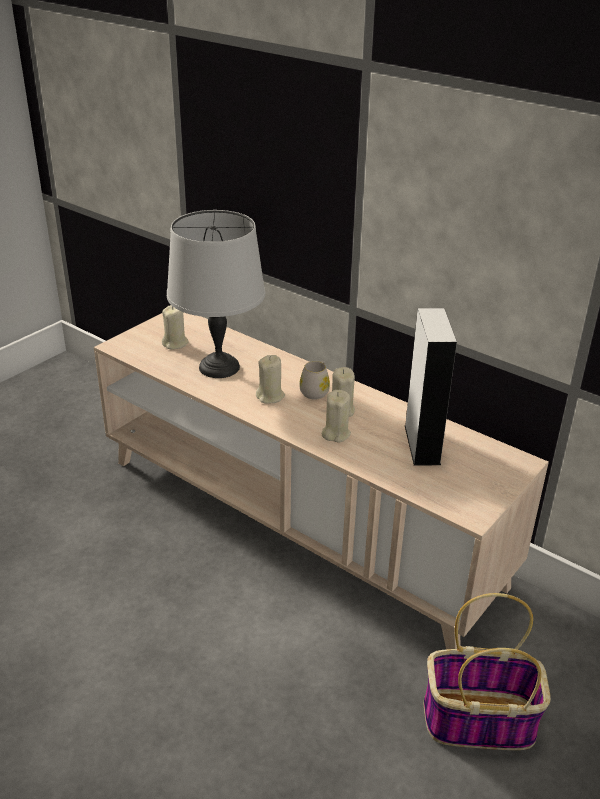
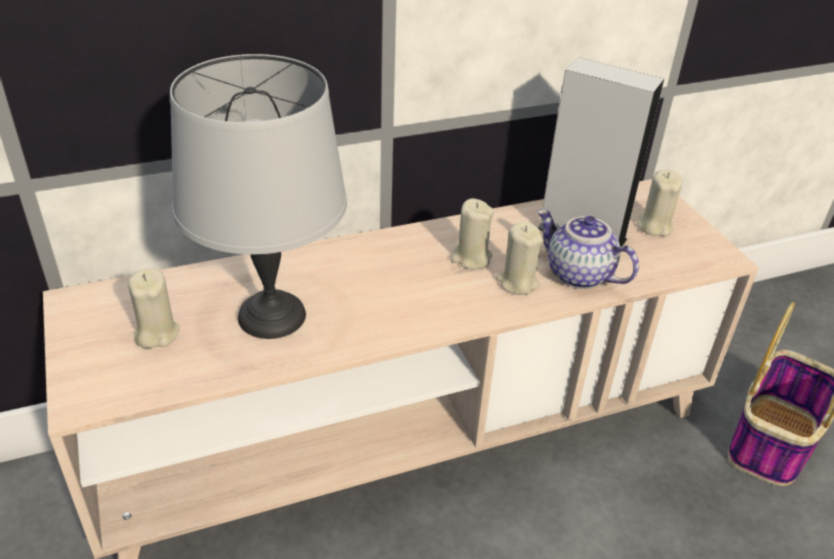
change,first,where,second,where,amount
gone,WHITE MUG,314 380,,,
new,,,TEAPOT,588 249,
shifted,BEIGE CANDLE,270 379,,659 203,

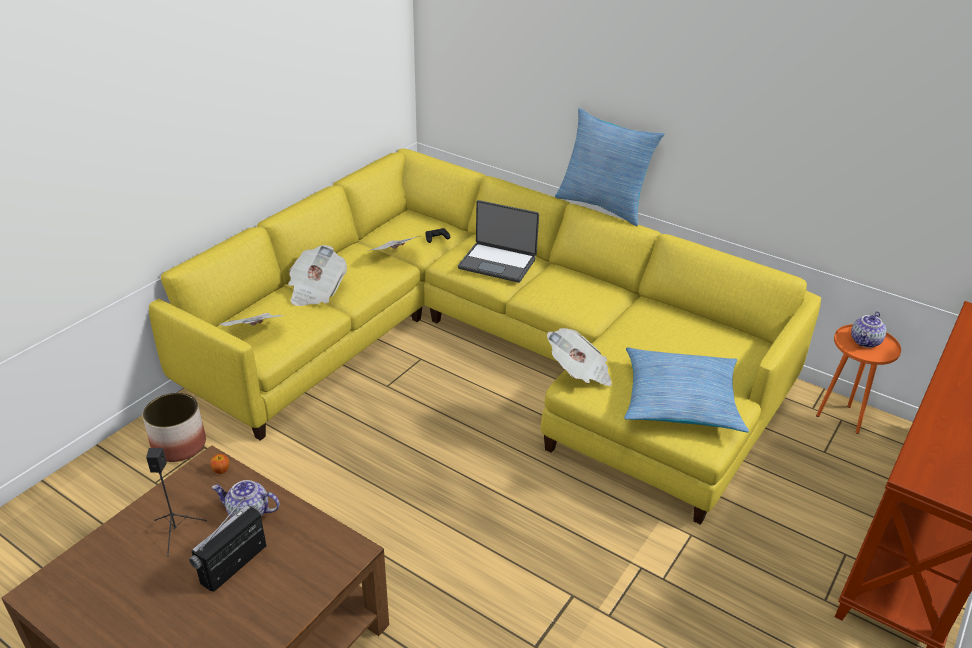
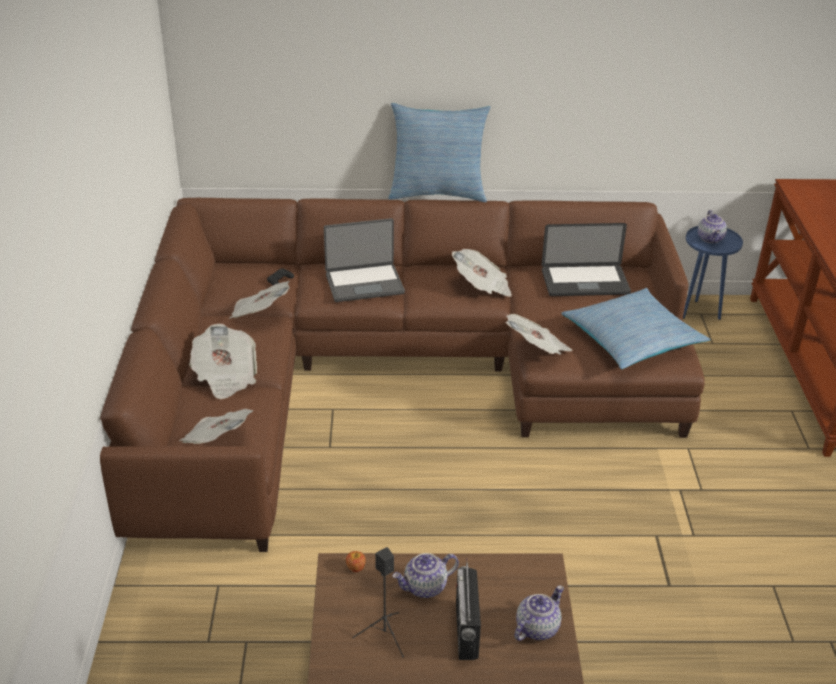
change,first,where,second,where,amount
gone,PLANTER,174 427,,,
new,,,NEWSPAPER,482 273,
new,,,TEAPOT,539 613,
new,,,LAPTOP,586 259,
repainted,YELLOW SOFA,485 337,BROWN SOFA,402 375,
repainted,ORANGE SIDE TABLE,858 379,BLUE SIDE TABLE,713 273,

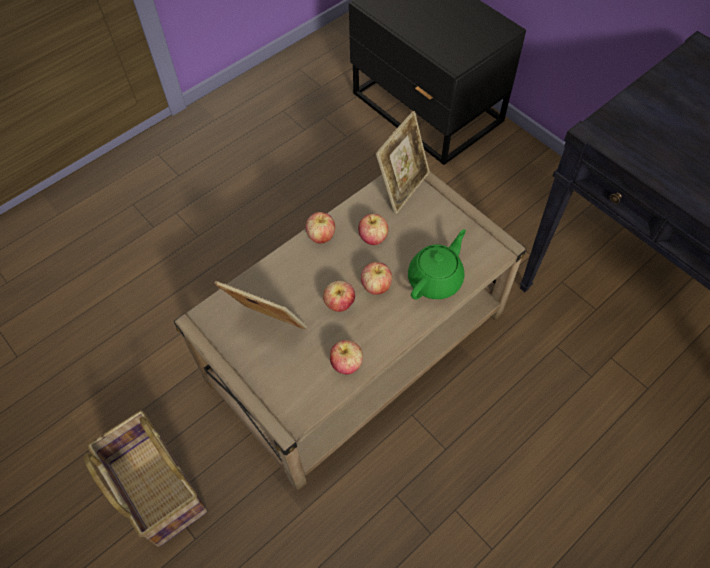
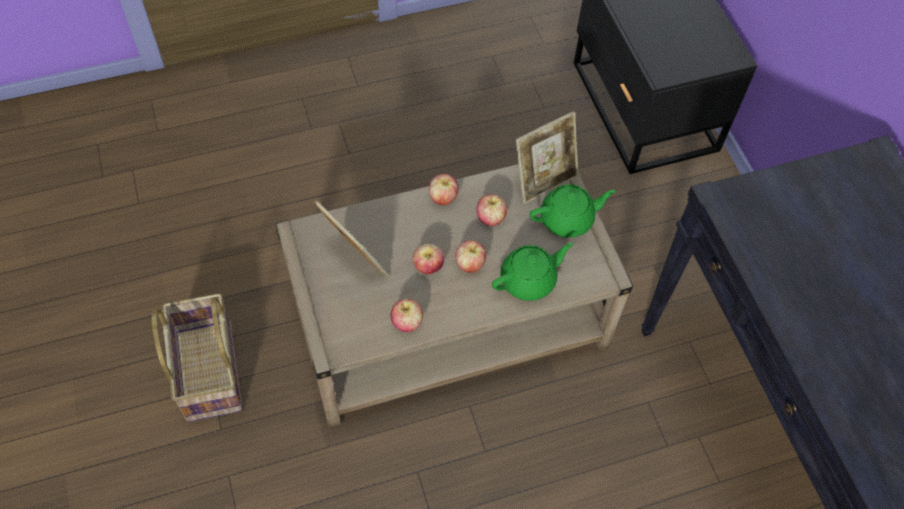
change,first,where,second,where,amount
new,,,GREEN TEAPOT,573 211,

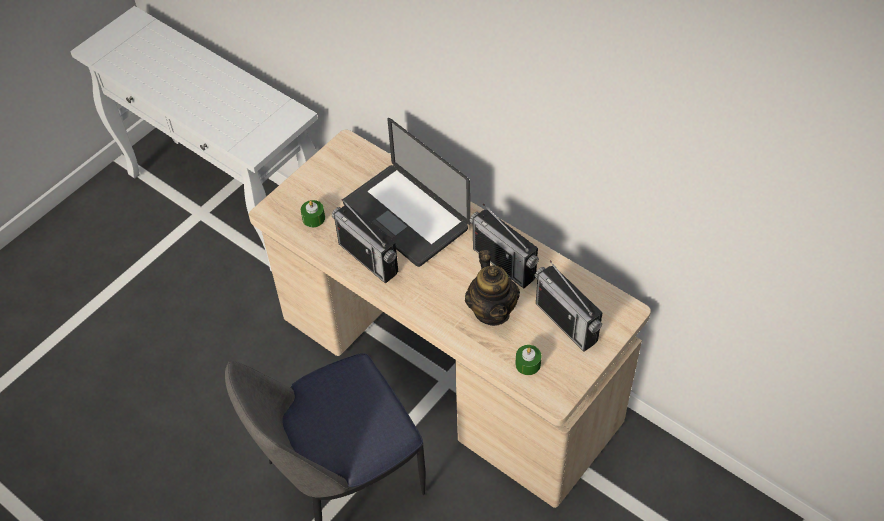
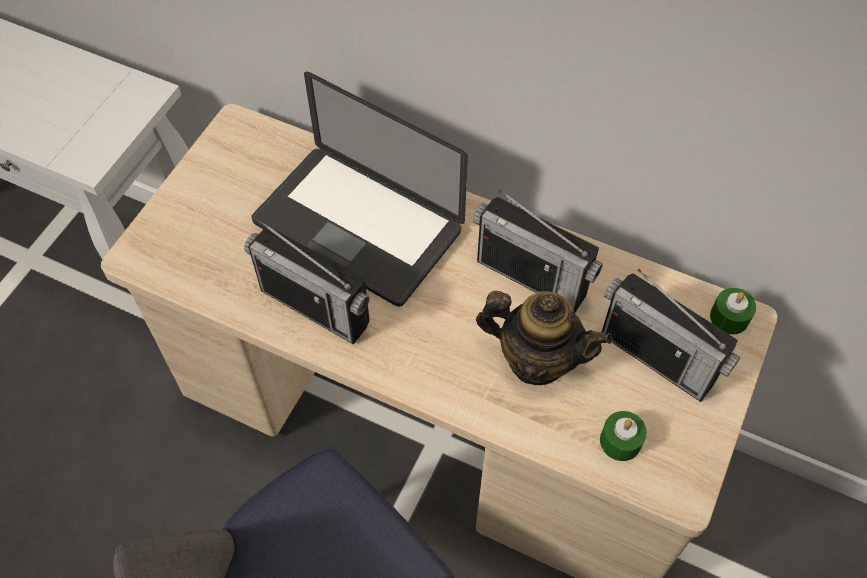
change,first,where,second,where,amount
shifted,GREEN CANDLE,313 213,,733 311,
rotated,TEAPOT,492 288,,544 338,45 degrees counterclockwise

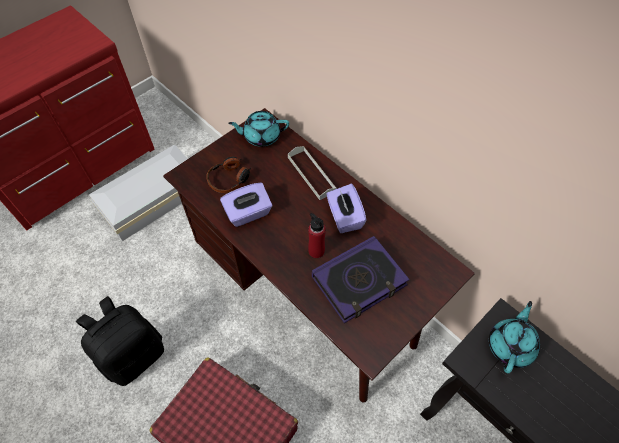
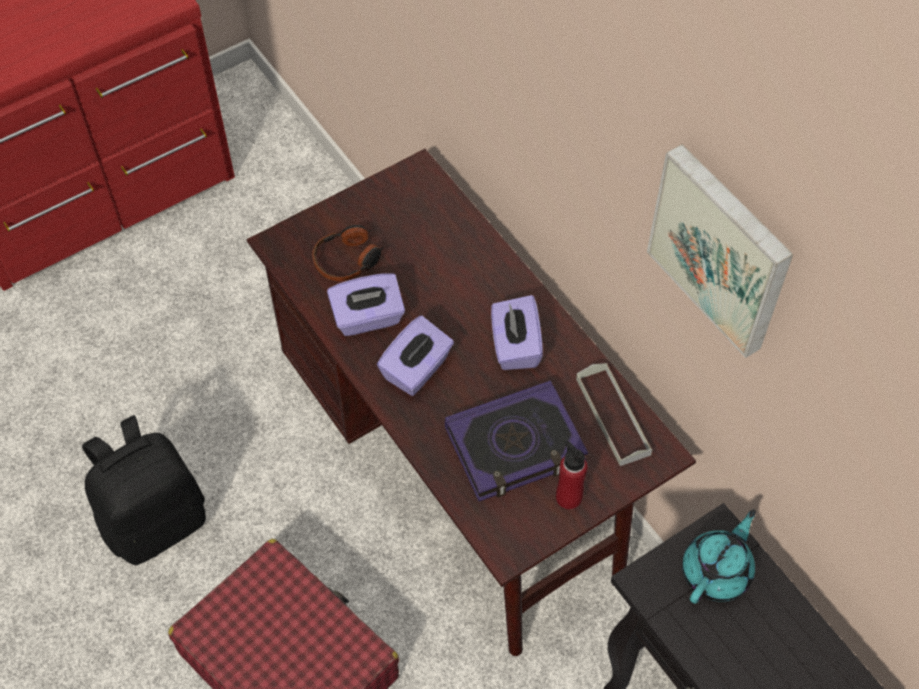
change,first,where,second,where,amount
gone,WHITE STORAGE BOX,138 193,,,
gone,TURQUOISE TEAPOT,258 129,,,
new,,,PURPLE TISSUE BOX,415 356,
new,,,PICTURE,720 251,
shifted,GREY TRAY,312 173,,614 414,
shifted,RED BOTTLE,317 235,,572 475,

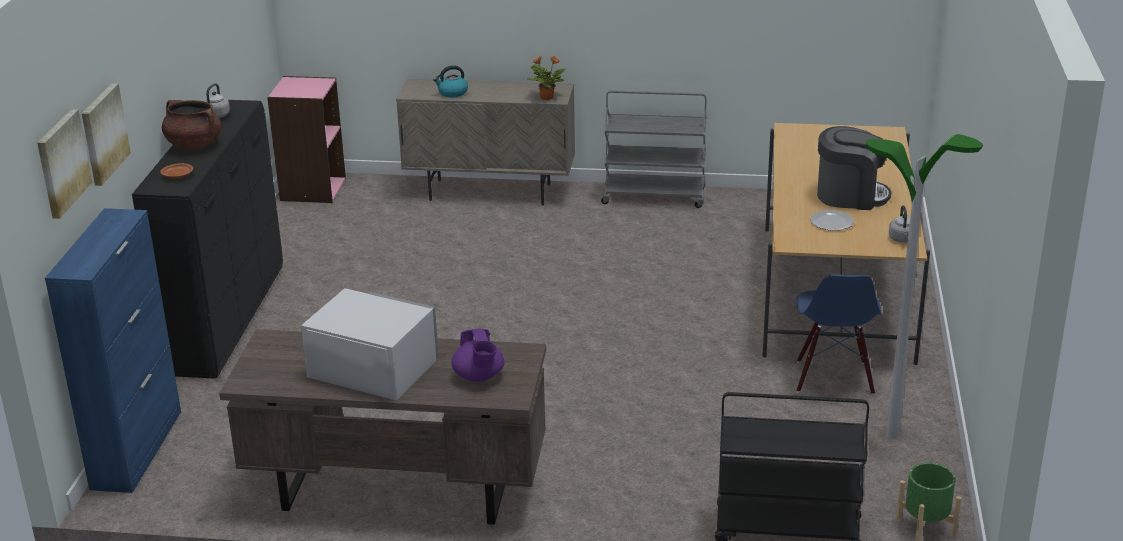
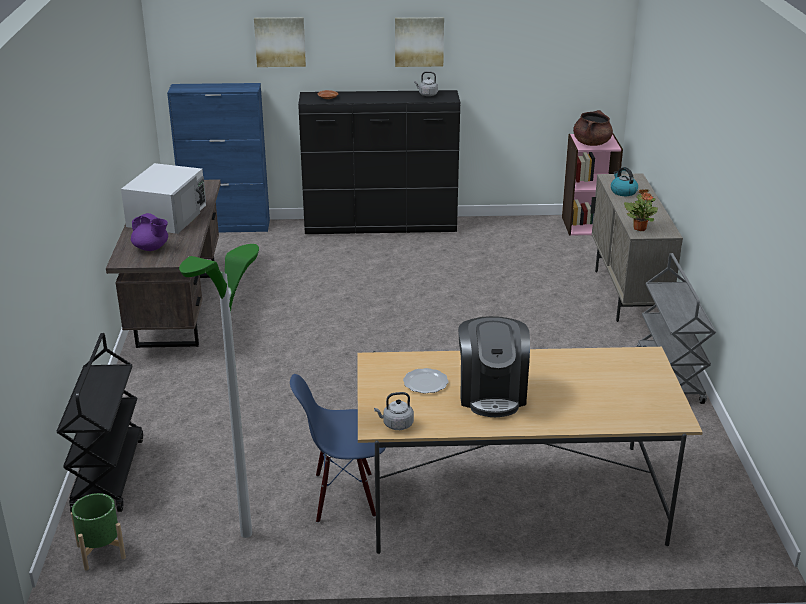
change,first,where,second,where,amount
shifted,PICTURE,64 164,,419 42,
shifted,BROWN COOKING POT,192 124,,593 128,
rotated,PURPLE TEAPOT,477 355,,149 232,120 degrees counterclockwise

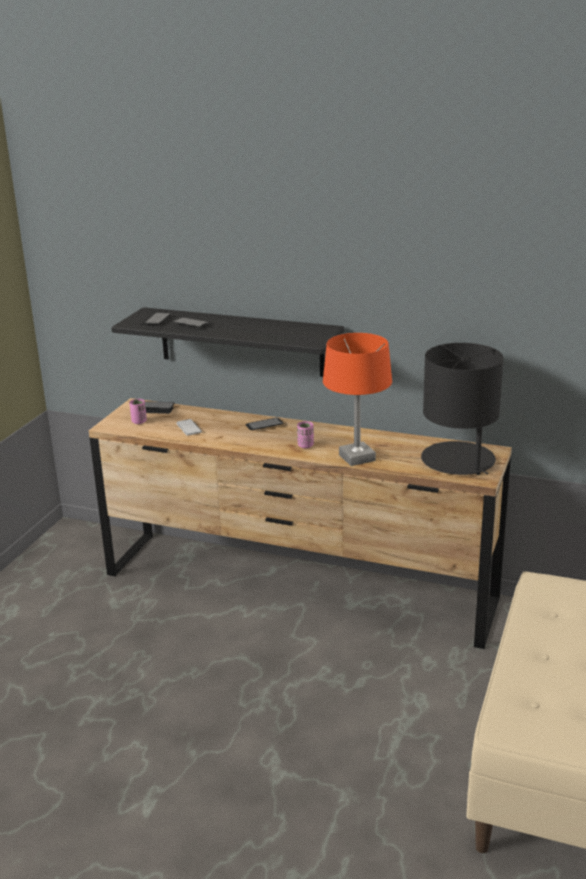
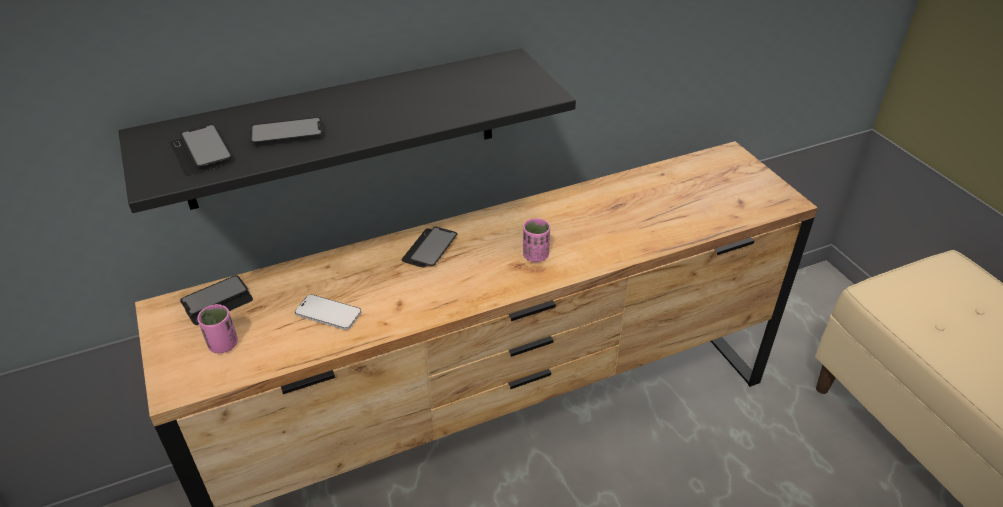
change,first,where,second,where,amount
gone,ORANGE TABLE LAMP,357 399,,,
gone,BLACK TABLE LAMP,462 409,,,

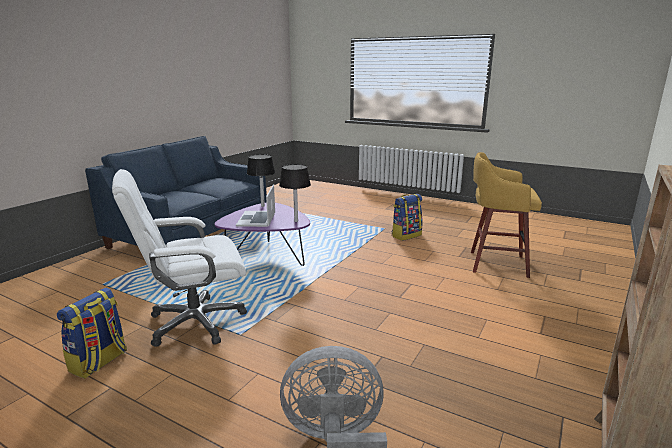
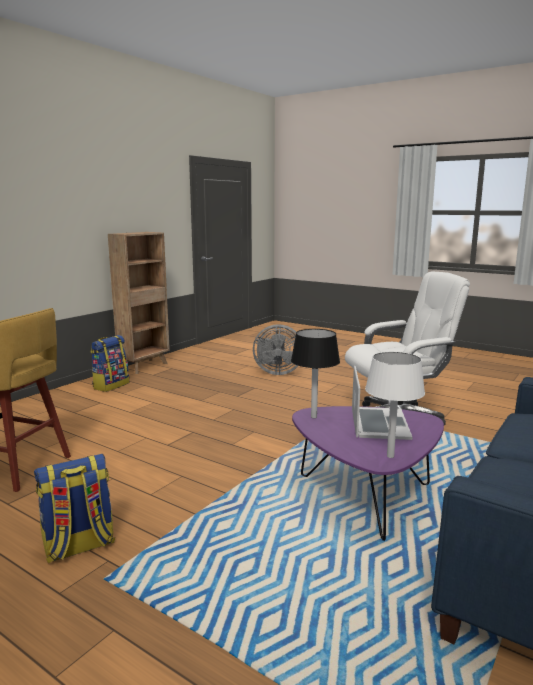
change,first,where,second,where,amount
shifted,BACKPACK,92 333,,109 363,
repainted,BLACK TABLE LAMP,261 181,WHITE TABLE LAMP,395 405,

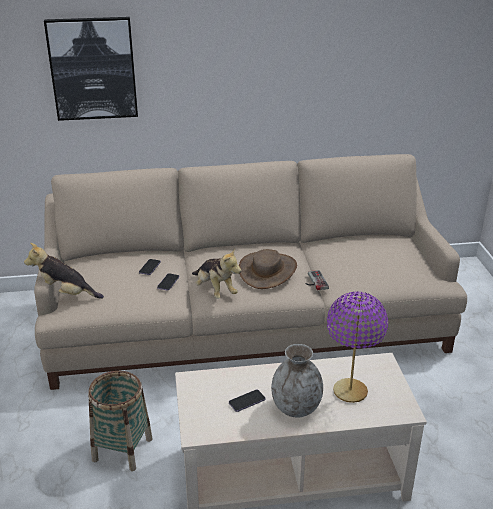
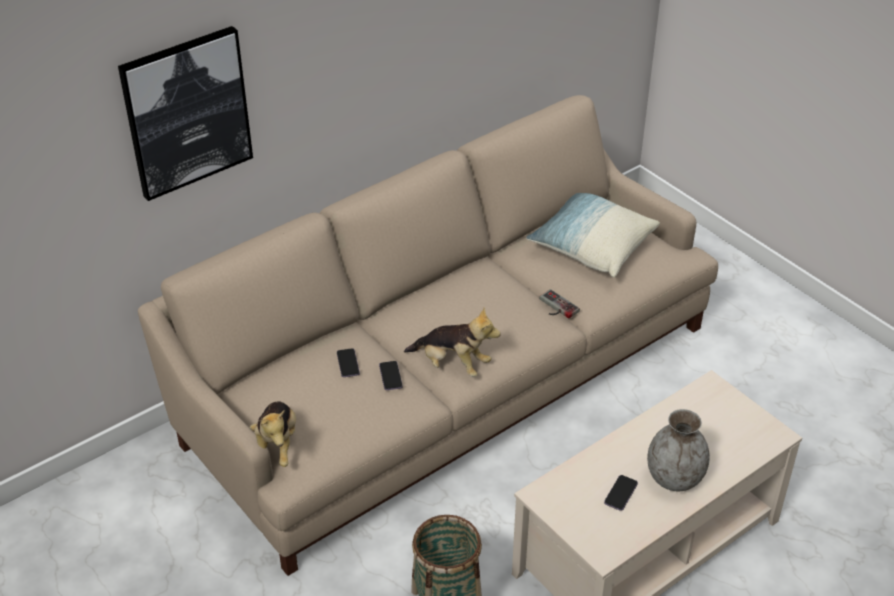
change,first,where,second,where,amount
gone,BROWN HAT,268 269,,,
gone,PURPLE TABLE LAMP,357 347,,,
new,,,PILLOW,593 235,
rotated,PLUSH TOY,64 271,,273 434,75 degrees counterclockwise

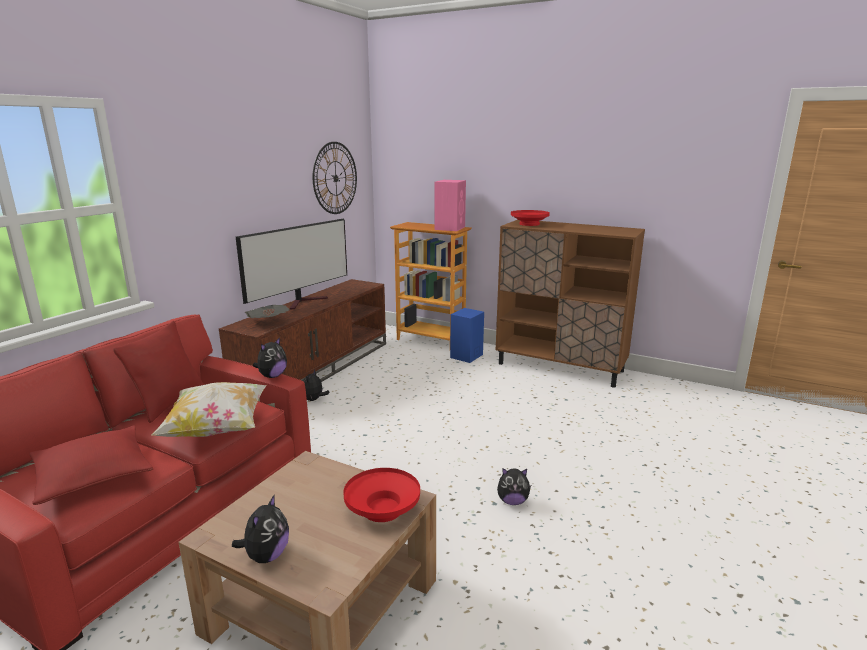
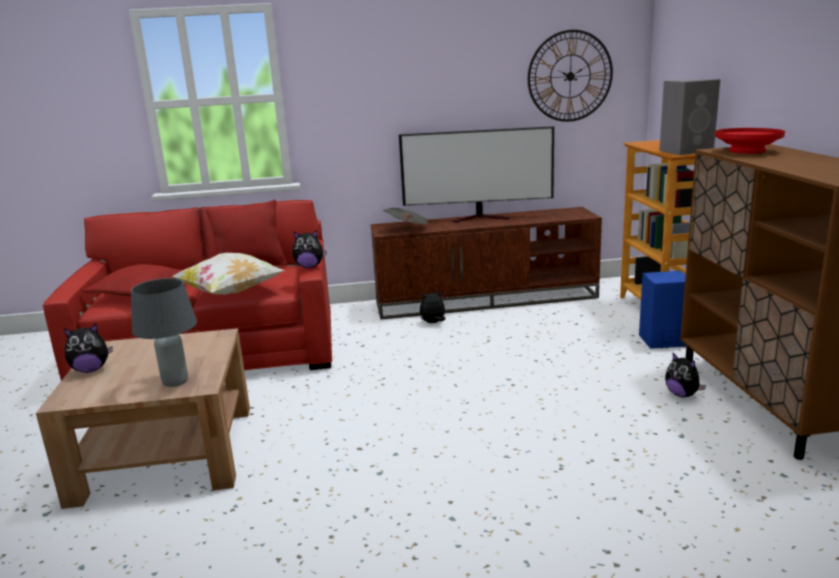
change,first,where,second,where,amount
shifted,PLUSH TOY,514 486,,685 375,
swapped,RED BOWL,381 495,GREY TABLE LAMP,164 332,
repainted,PINK SPEAKER,450 205,GREY SPEAKER,689 116,

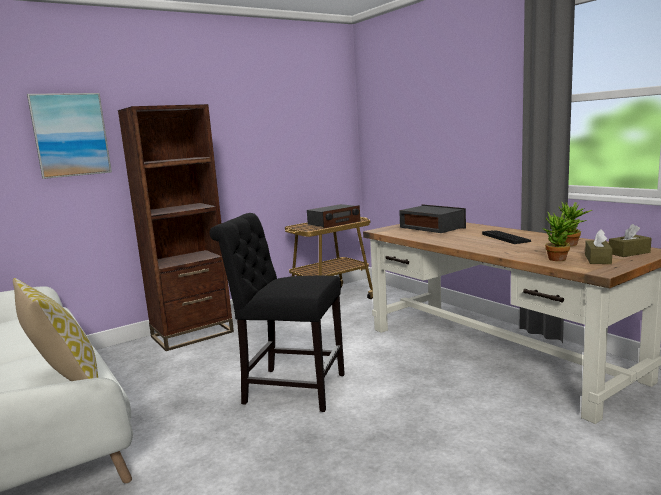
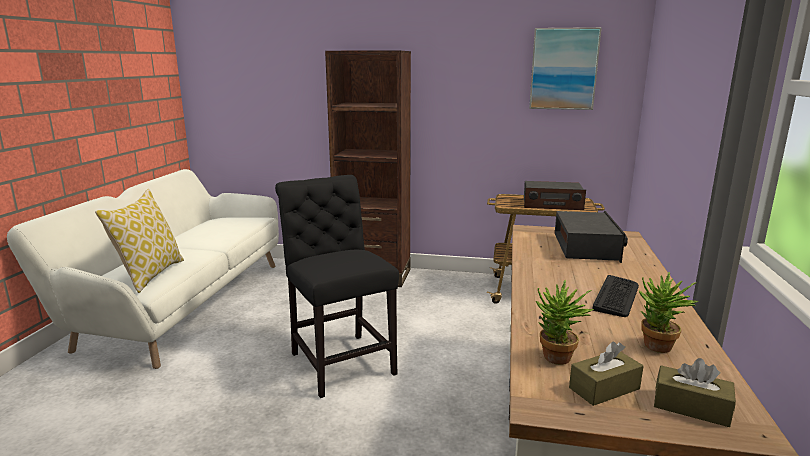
change,first,where,second,where,amount
shifted,PICTURE,69 136,,565 68,

